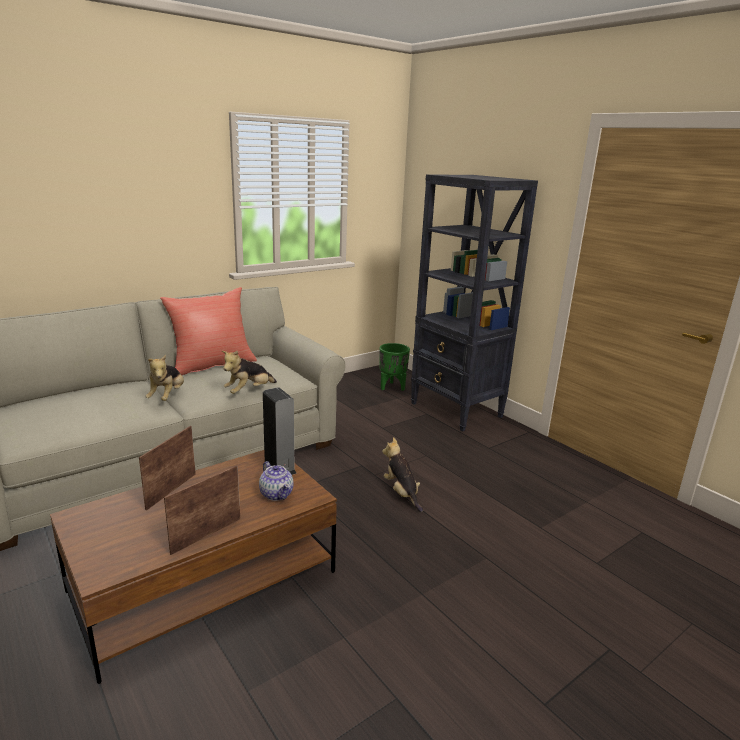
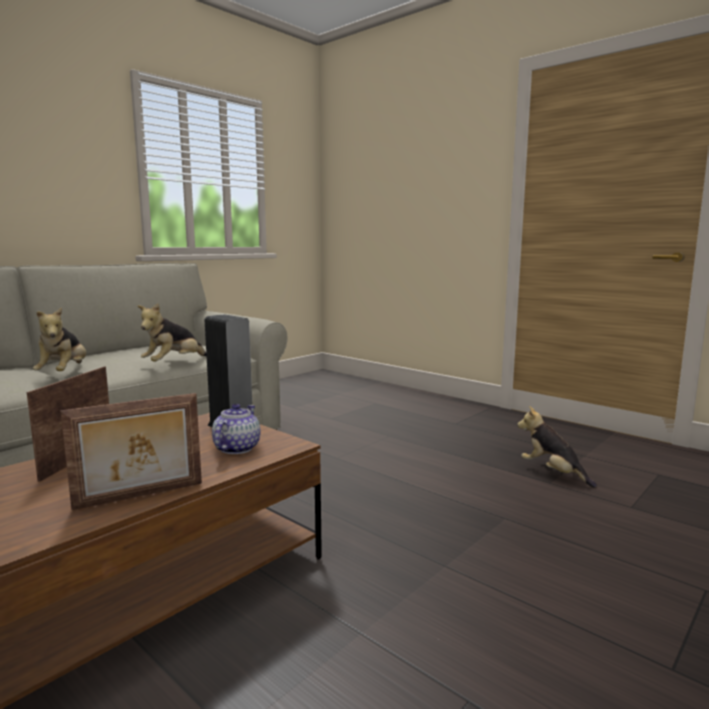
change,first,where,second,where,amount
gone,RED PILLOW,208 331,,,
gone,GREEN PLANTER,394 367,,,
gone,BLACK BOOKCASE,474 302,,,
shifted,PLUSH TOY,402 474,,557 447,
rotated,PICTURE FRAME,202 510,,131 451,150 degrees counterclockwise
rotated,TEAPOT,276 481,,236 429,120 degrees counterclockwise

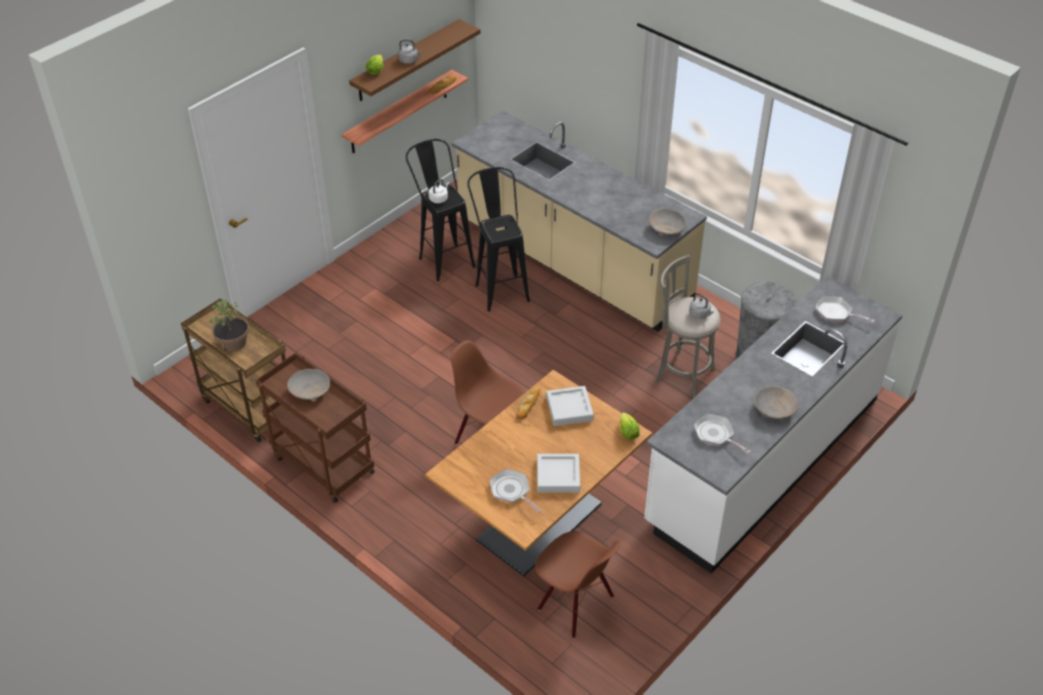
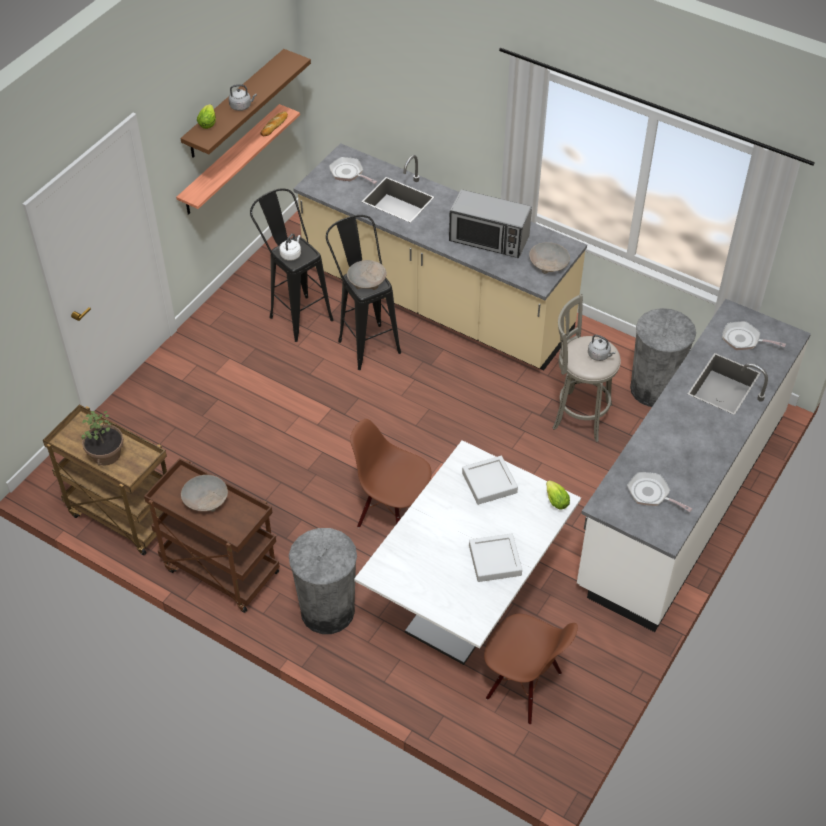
change,first,where,second,where,amount
gone,BREAD,528 403,,,
new,,,GREY TRASH CAN,323 581,
new,,,MICROWAVE,490 223,
shifted,FRYING PAN,516 491,,353 170,
shifted,BEIGE BOWL,776 403,,367 275,
repainted,BROWN DINING TABLE,538 473,WHITE DINING TABLE,467 552,

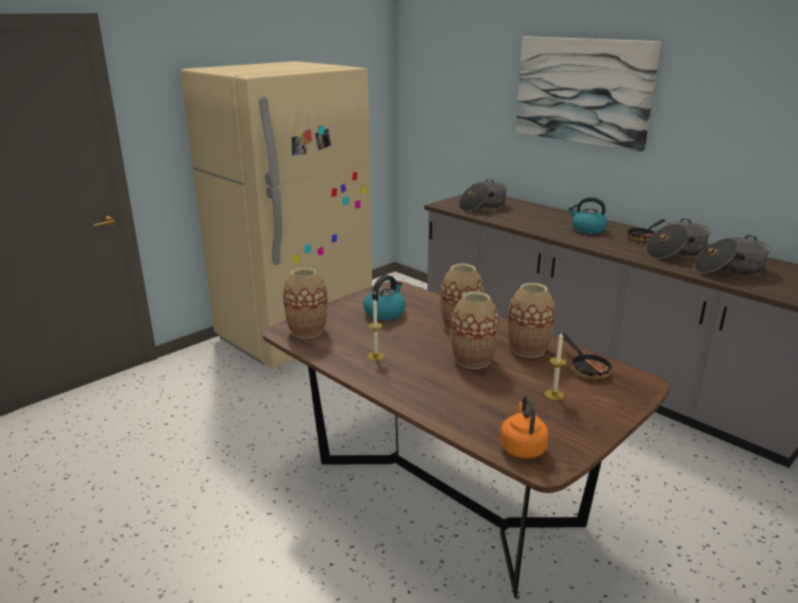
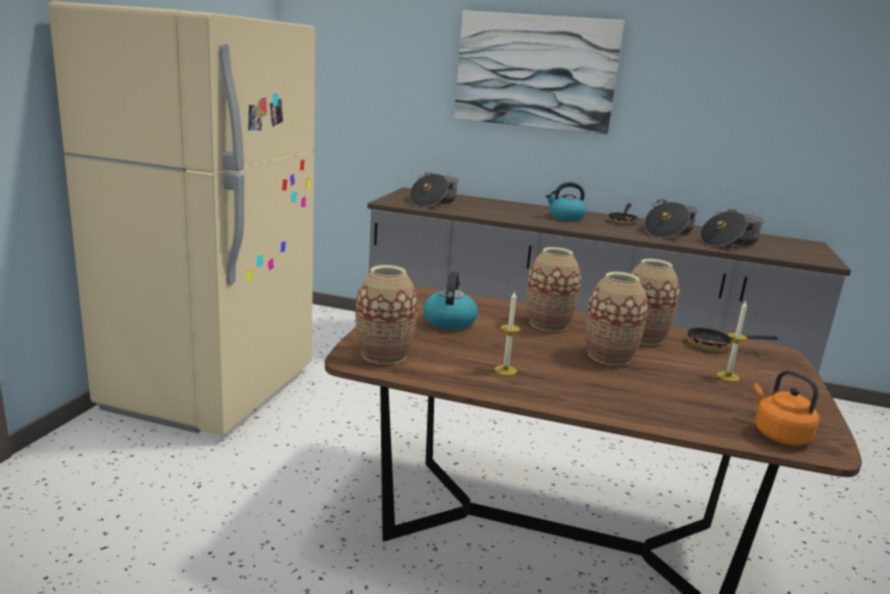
change,first,where,second,where,amount
rotated,FRYING PAN,586 356,,732 338,150 degrees clockwise

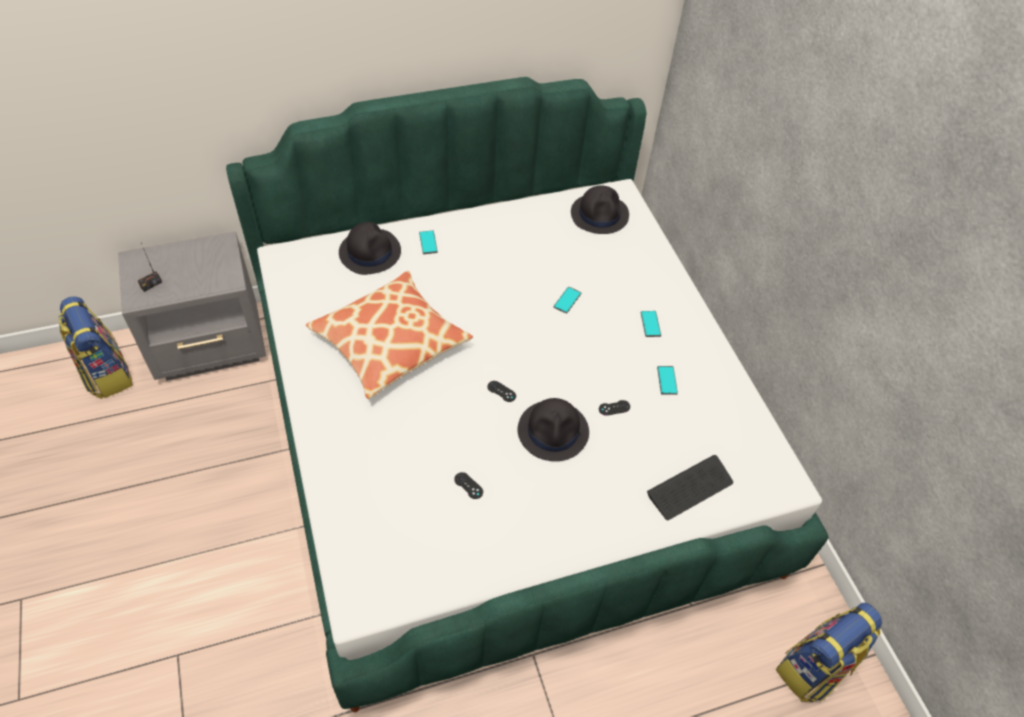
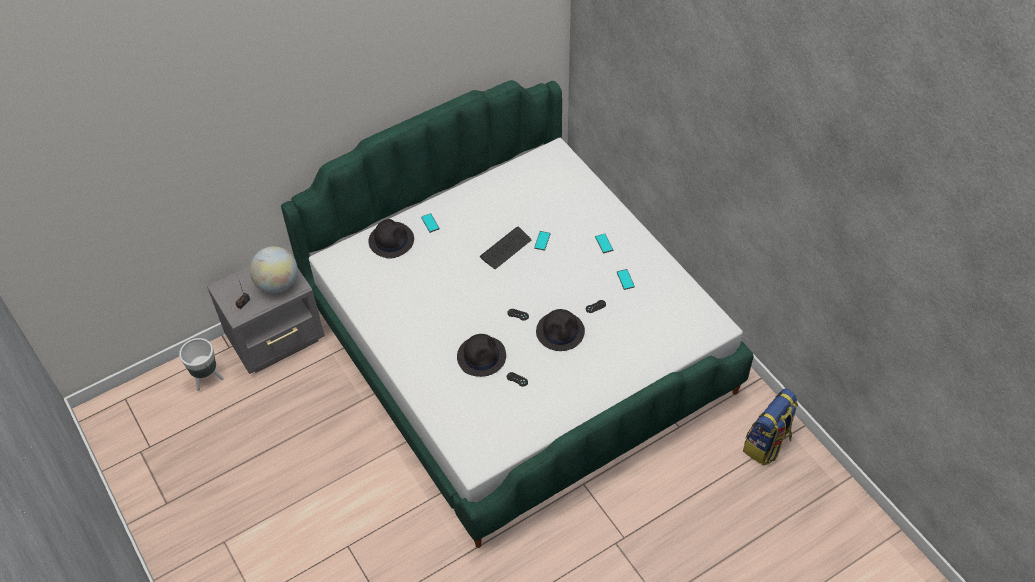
change,first,where,second,where,amount
gone,PILLOW,389 335,,,
new,,,GLOBE,274 269,
shifted,BLACK HAT,600 210,,481 355,
shifted,KEYBOARD,690 487,,505 248,
swapped,BACKPACK,96 347,WHITE PLANTER,201 364,

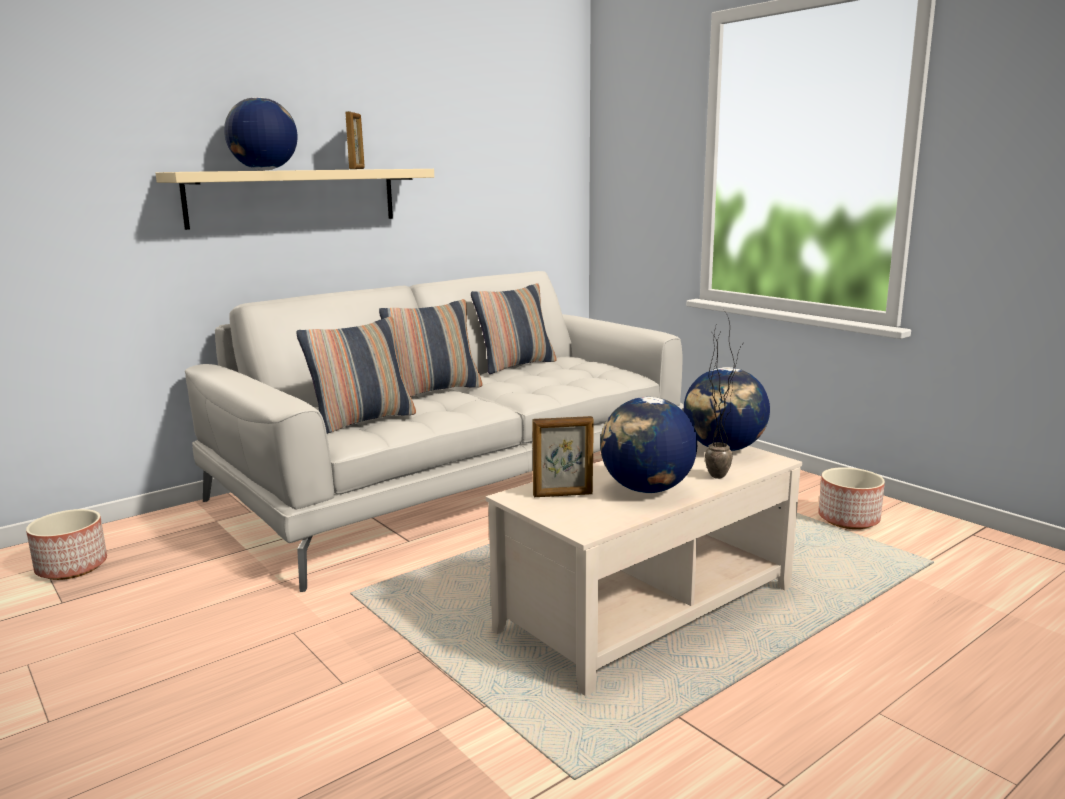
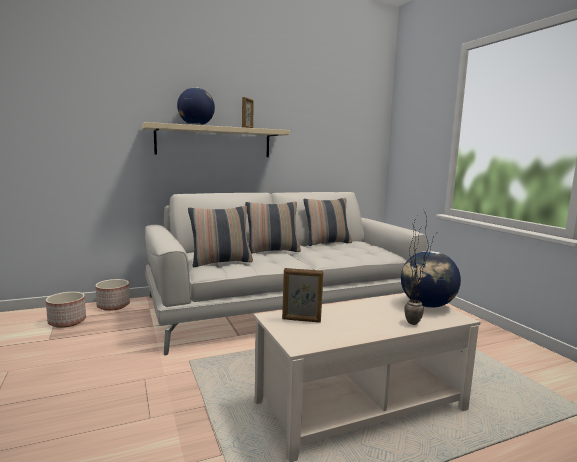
change,first,where,second,where,amount
gone,GLOBE,648 445,,,
shifted,PLANTER,851 498,,112 295,

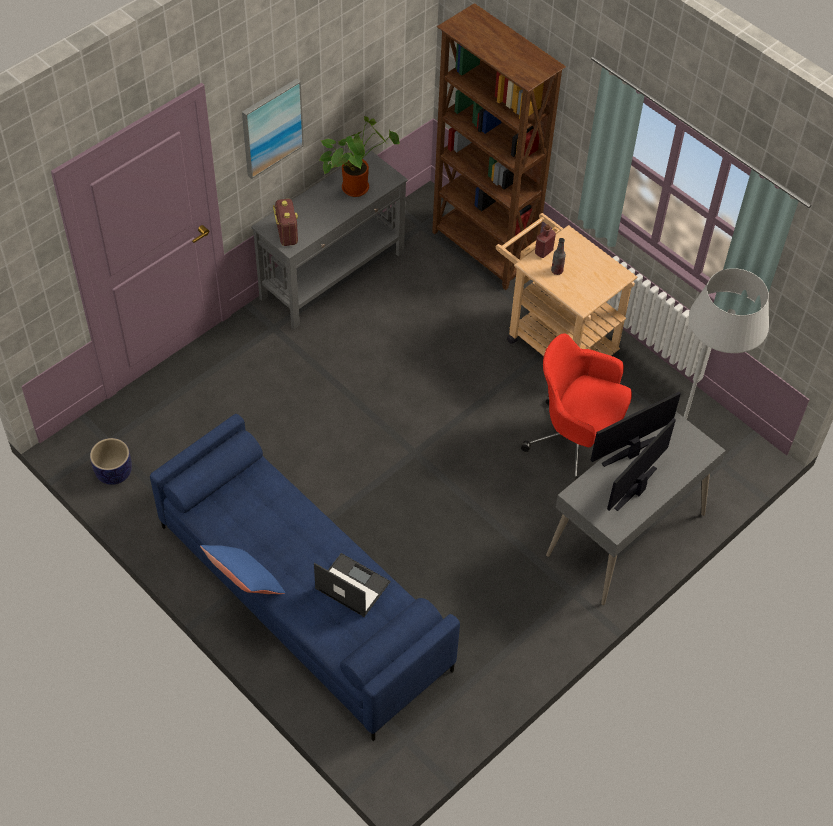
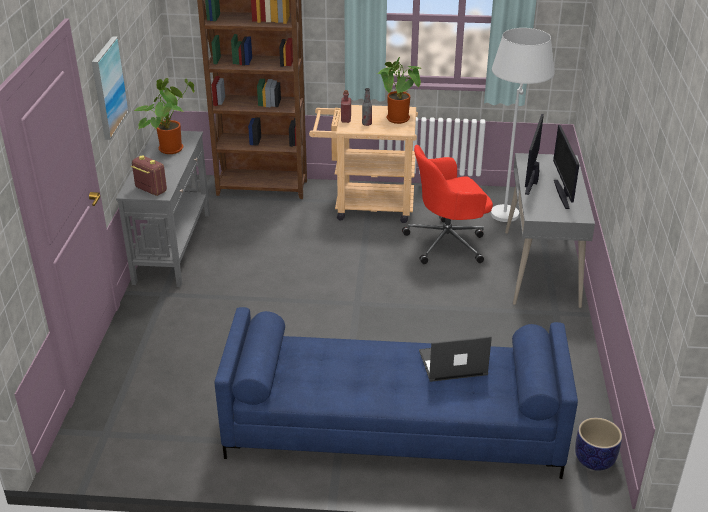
change,first,where,second,where,amount
gone,BLUE PILLOW,242 569,,,
new,,,POTTED PLANT,399 90,
shifted,PLANTER,111 461,,598 444,

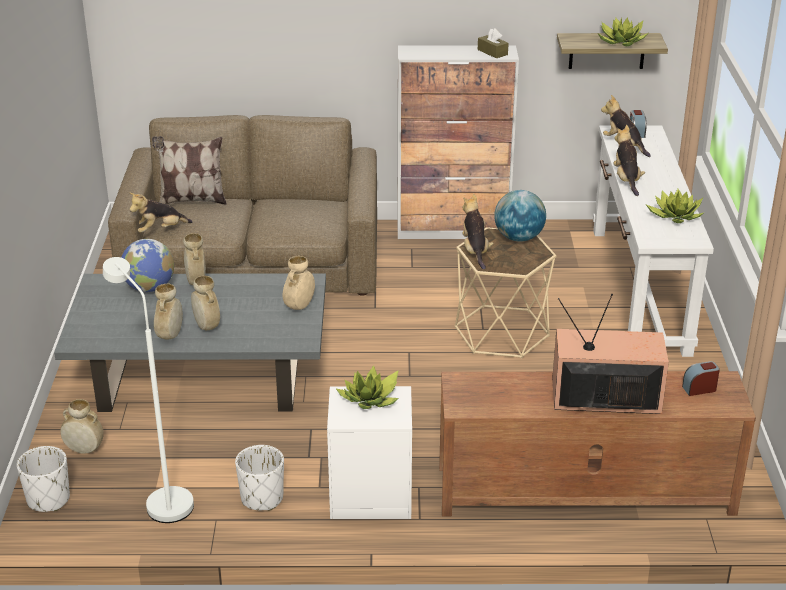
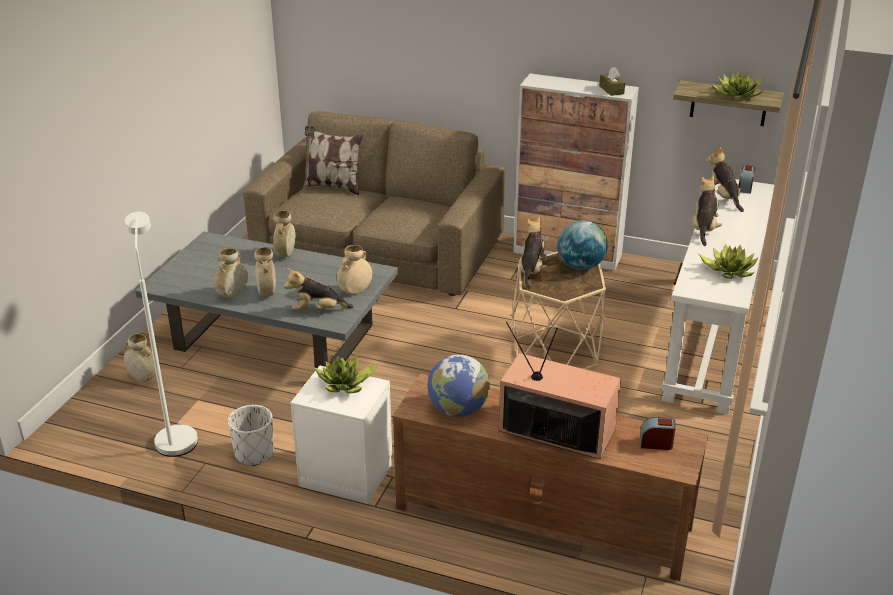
change,first,where,second,where,amount
gone,WHITE PLANTER,43 479,,,
shifted,GLOBE,147 265,,459 385,
shifted,PLUSH TOY,161 213,,318 289,

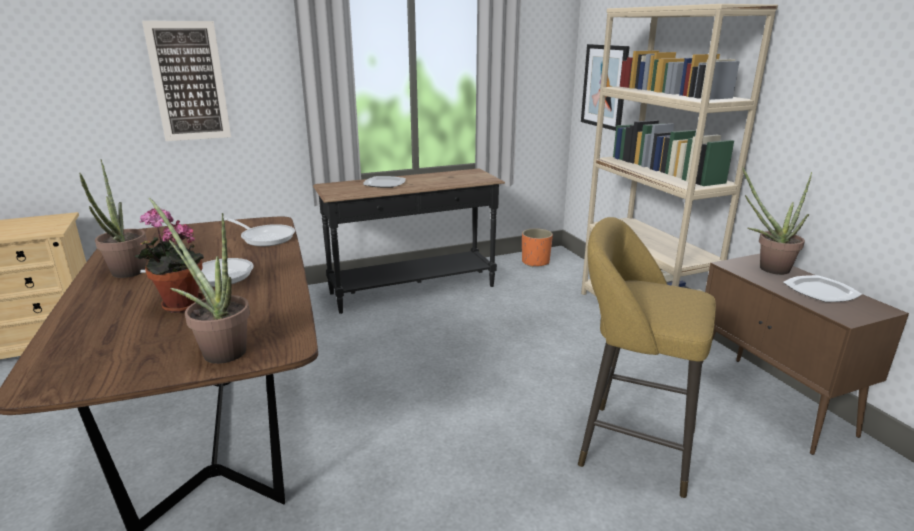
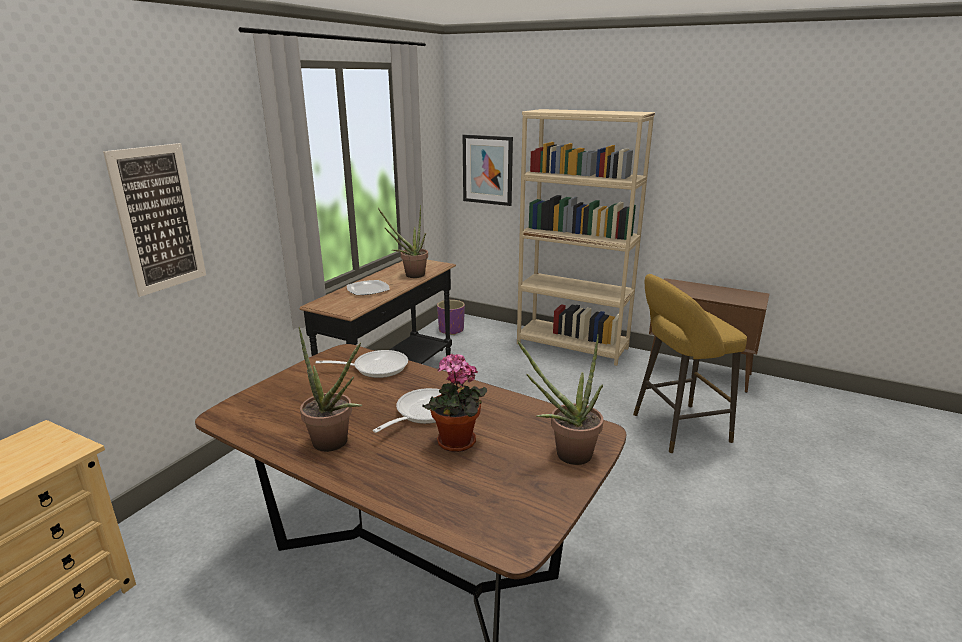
change,first,where,second,where,amount
gone,PLATE,822 288,,,
shifted,POTTED PLANT,777 220,,403 241,
repainted,ORANGE PLANTER,537 247,PURPLE PLANTER,451 317,

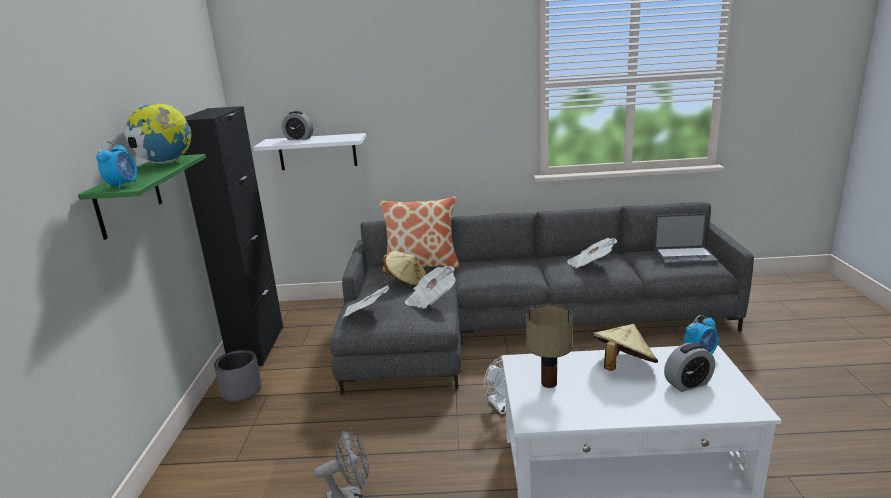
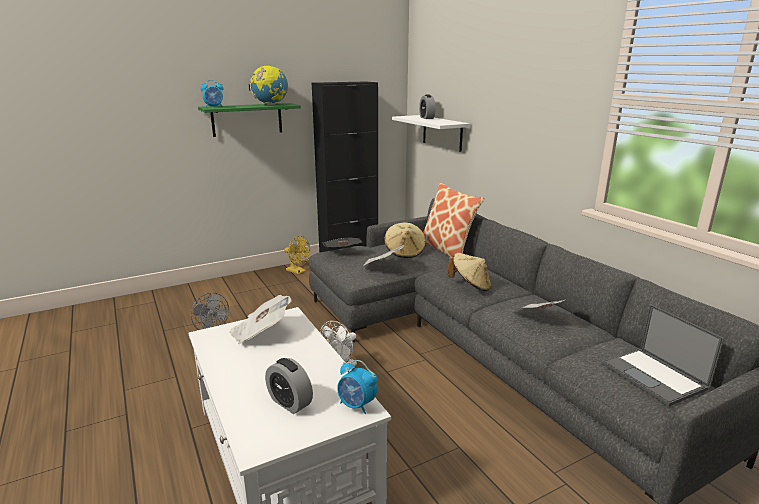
change,first,where,second,where,amount
shifted,BEIGE HAT,625 347,,469 272,
swapped,GREY PLANTER,238 375,YELLOW FAN,297 255,
swapped,TABLE LAMP,549 346,NEWSPAPER,261 319,

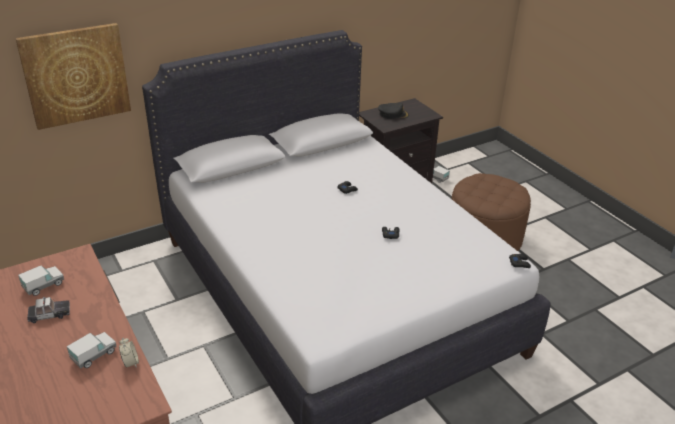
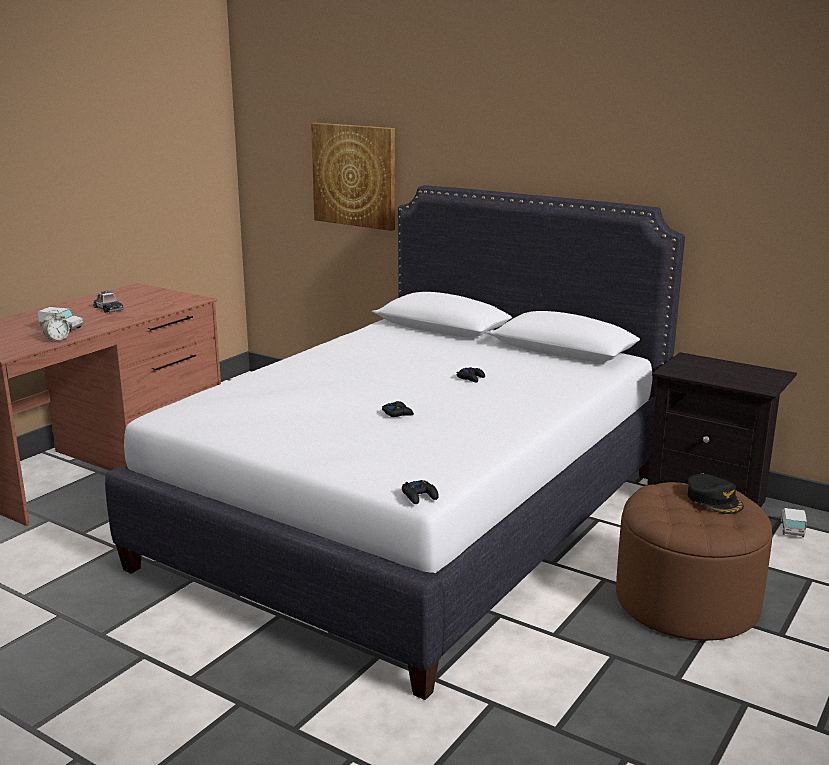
change,first,where,second,where,amount
gone,TOY TRUCK,41 281,,,
shifted,BLACK CAP,393 111,,716 494,

